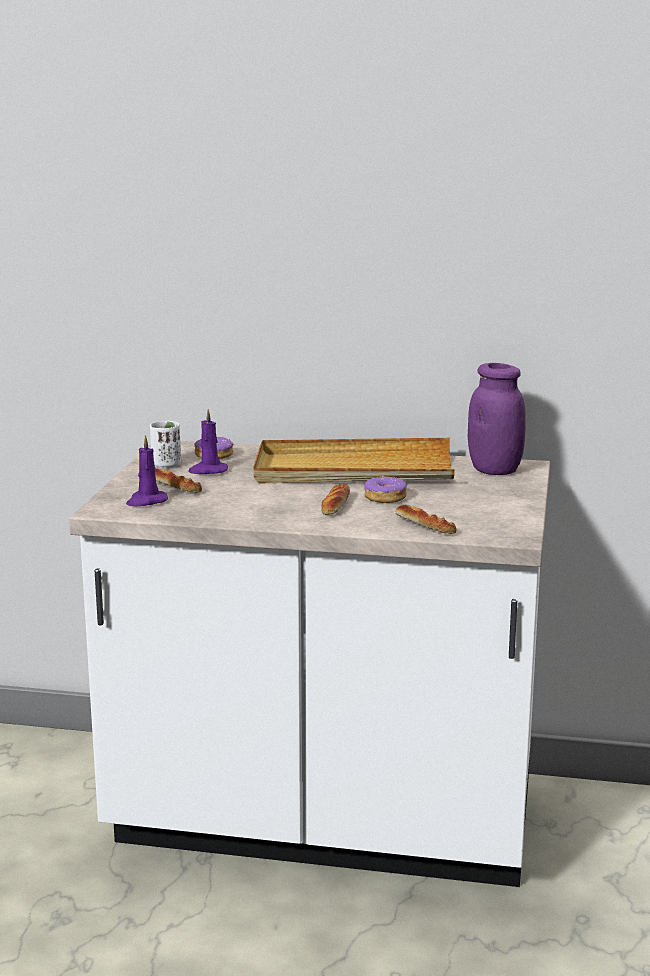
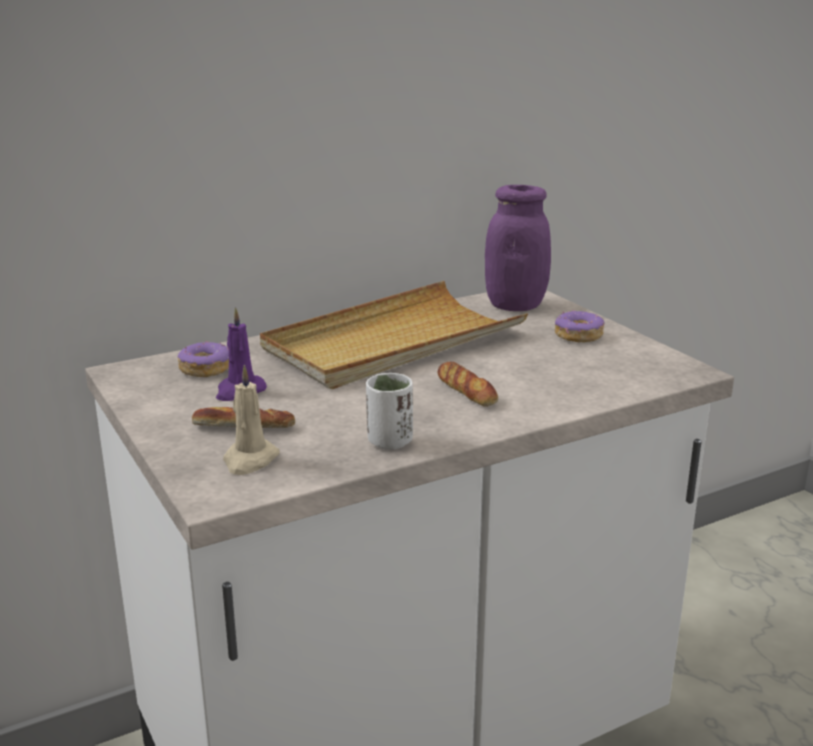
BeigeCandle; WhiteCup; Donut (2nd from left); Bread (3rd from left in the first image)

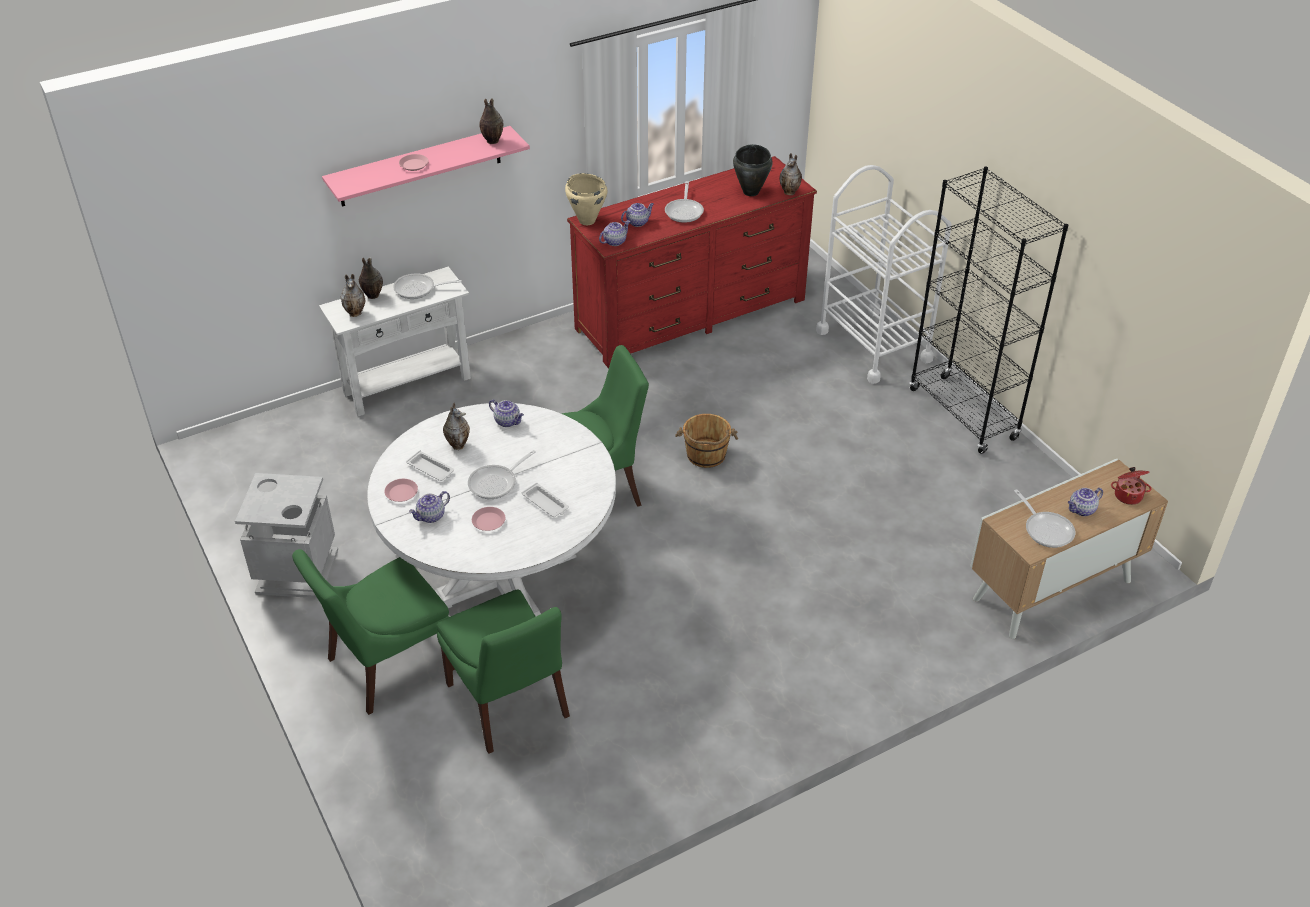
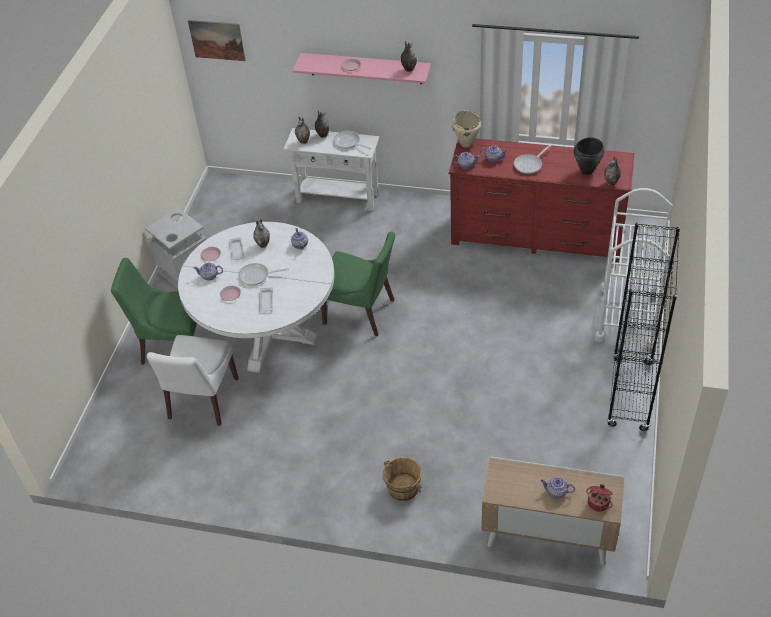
WhiteChair; BrownBucket; FryingPan (4th from left in the first image); Picture

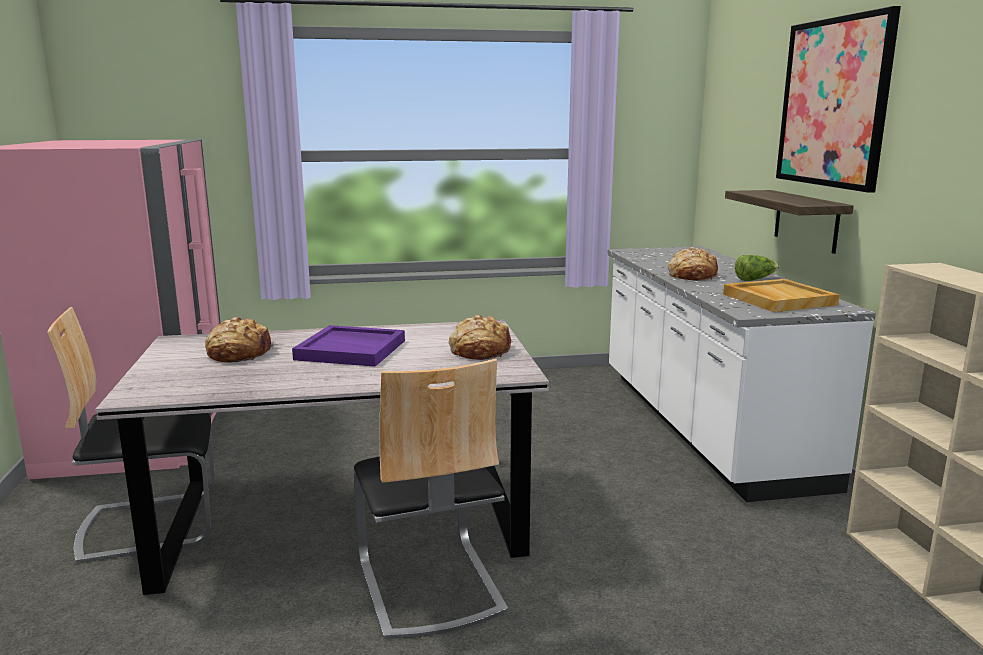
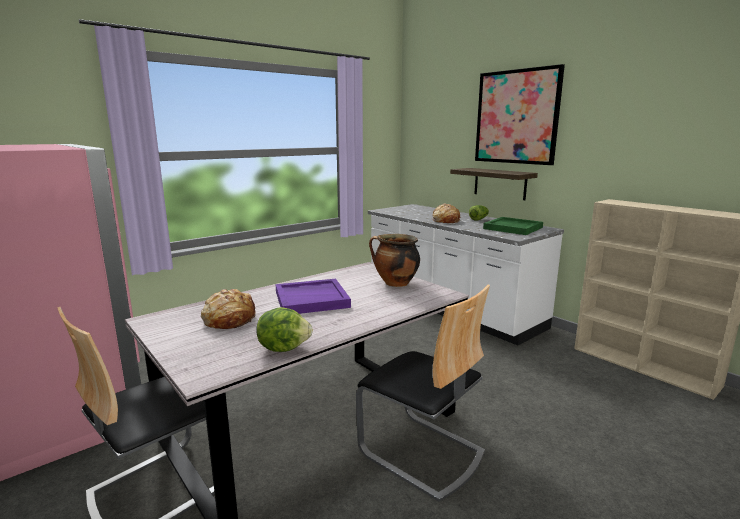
CookingPot; GreenTray; Lettuce (1st from left)

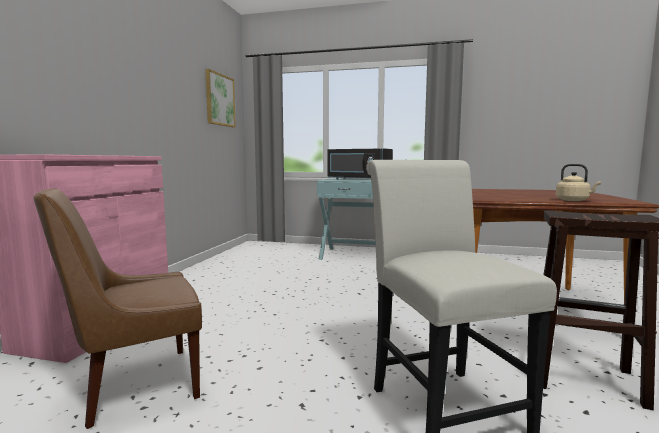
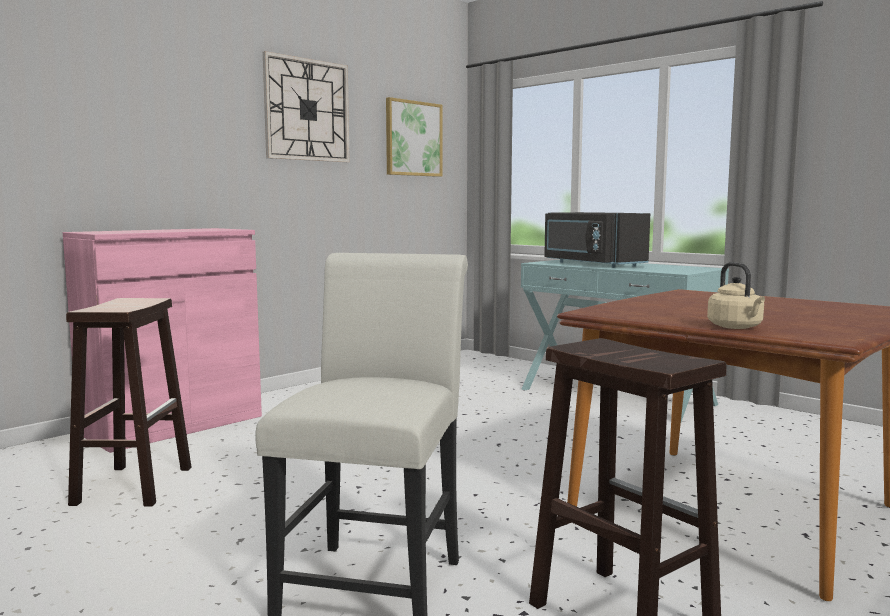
BrownStool (1st from left); WallClock

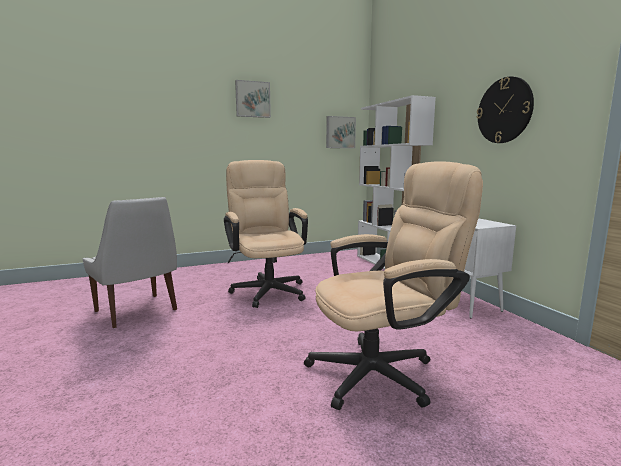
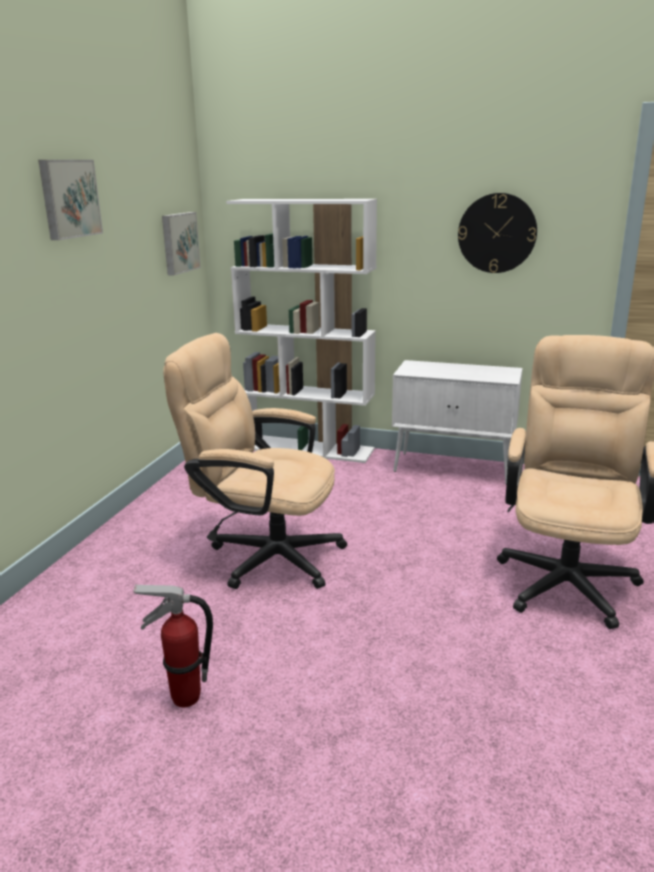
FireExtinguisher

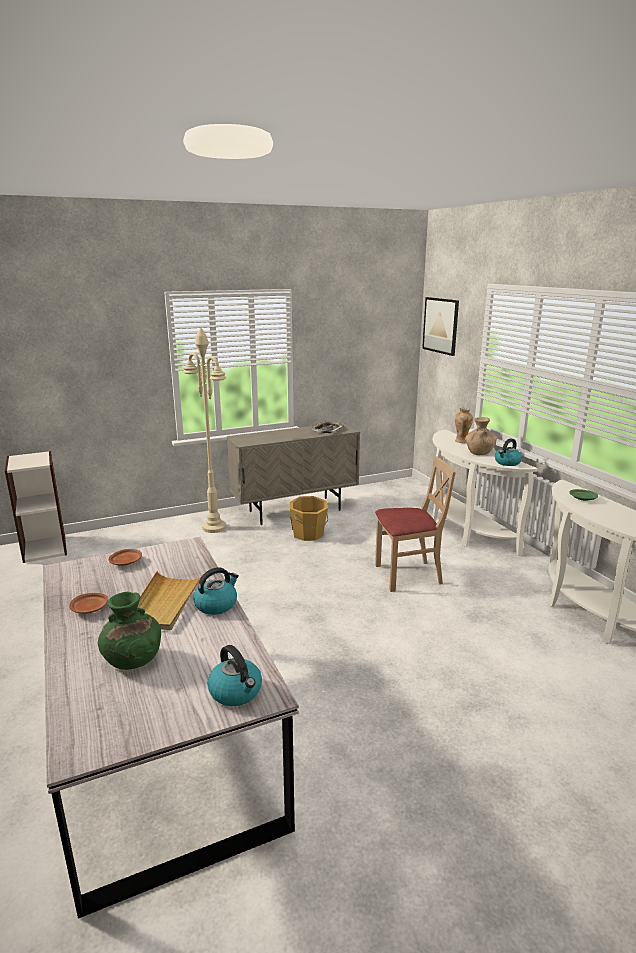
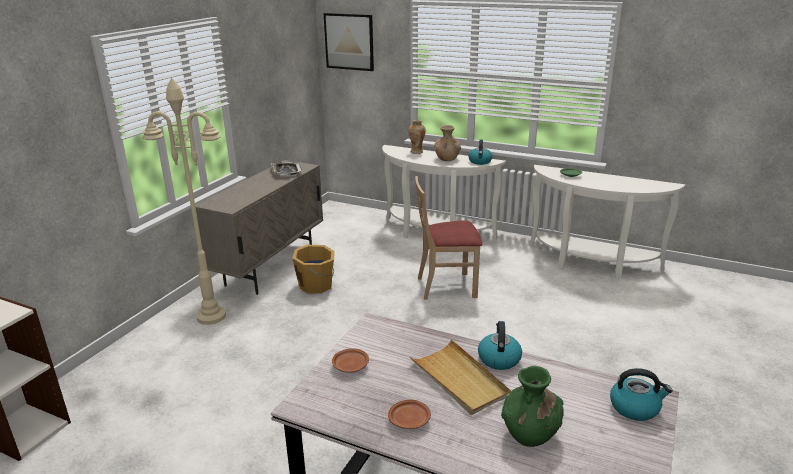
BeigeChair

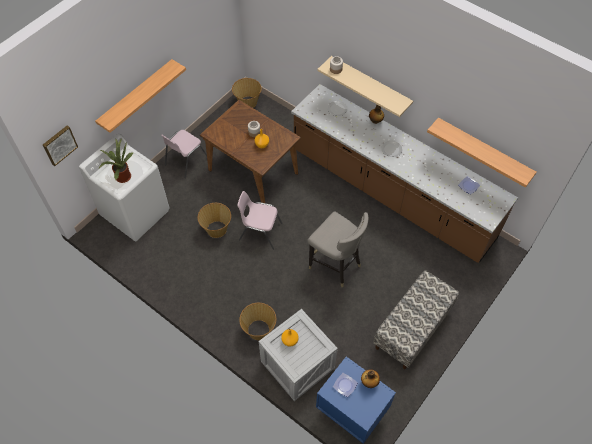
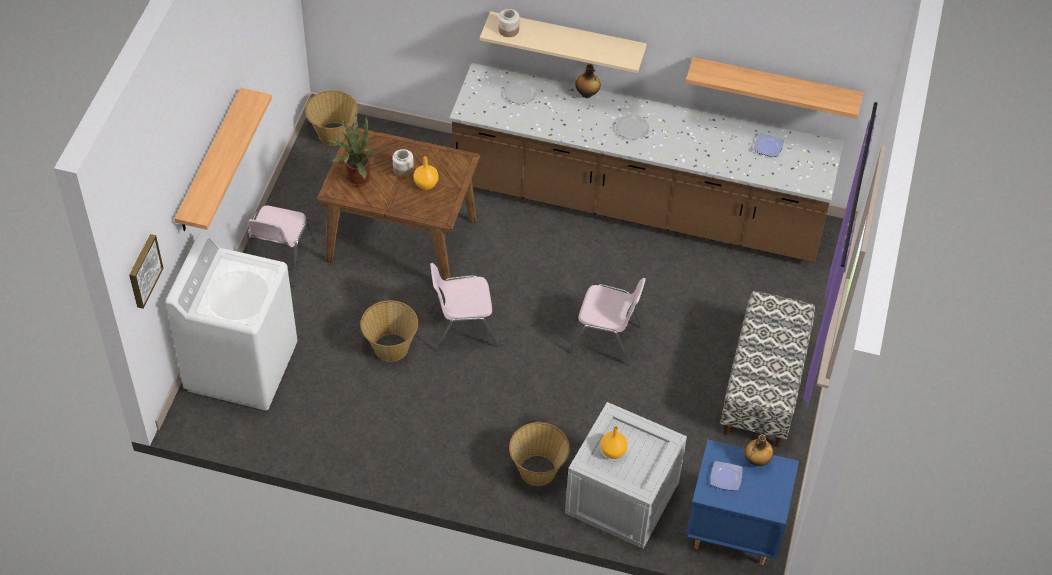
PottedPlant; PinkChair (3rd from left)

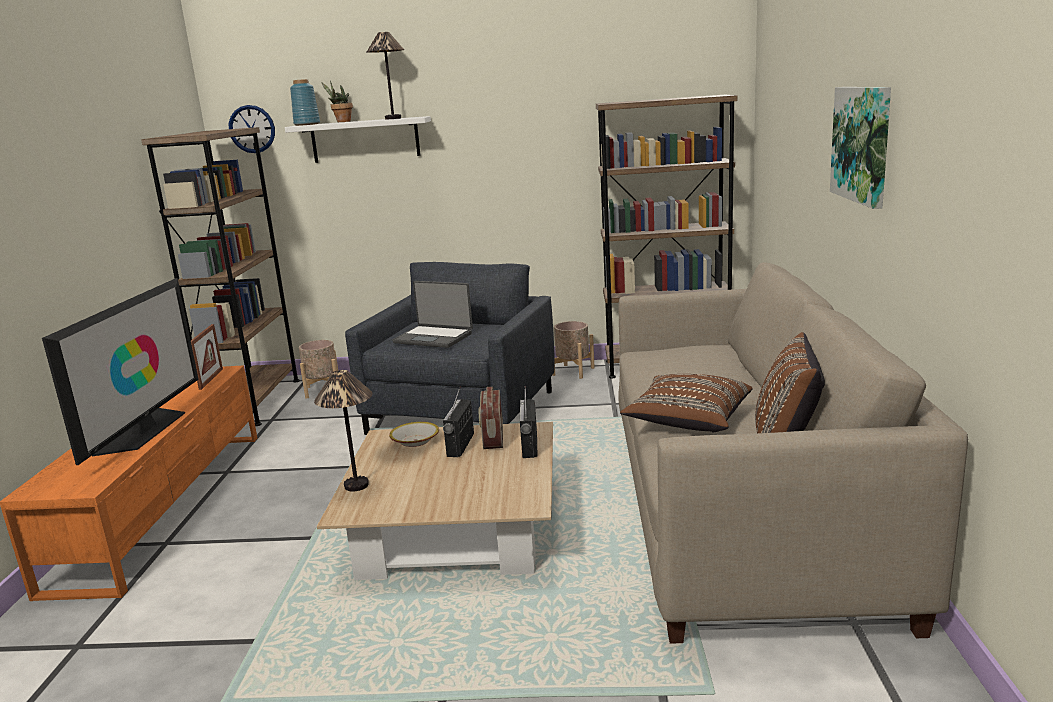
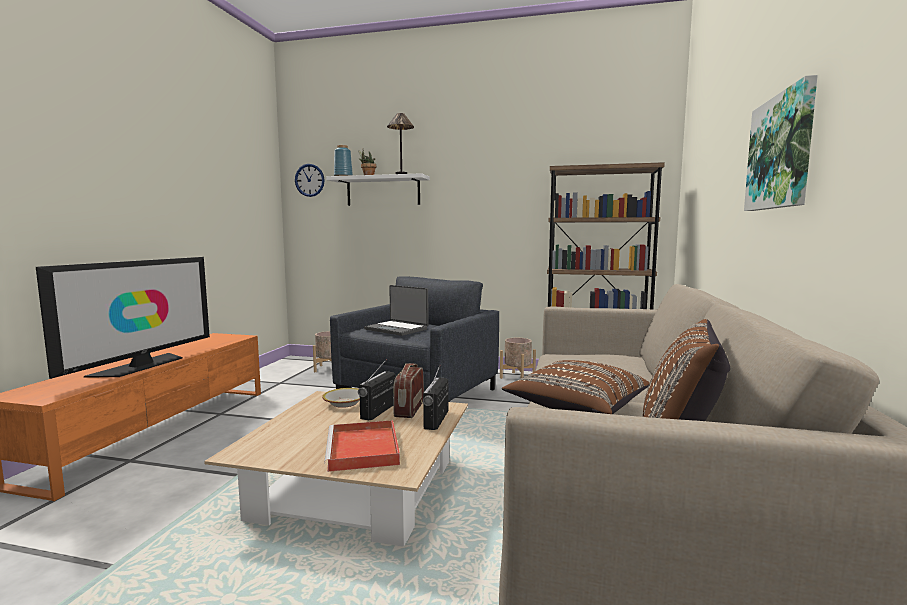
BrownBookcase (1st from left in the first image); PictureFrame; TableLamp (1st from left in the first image); RedTray

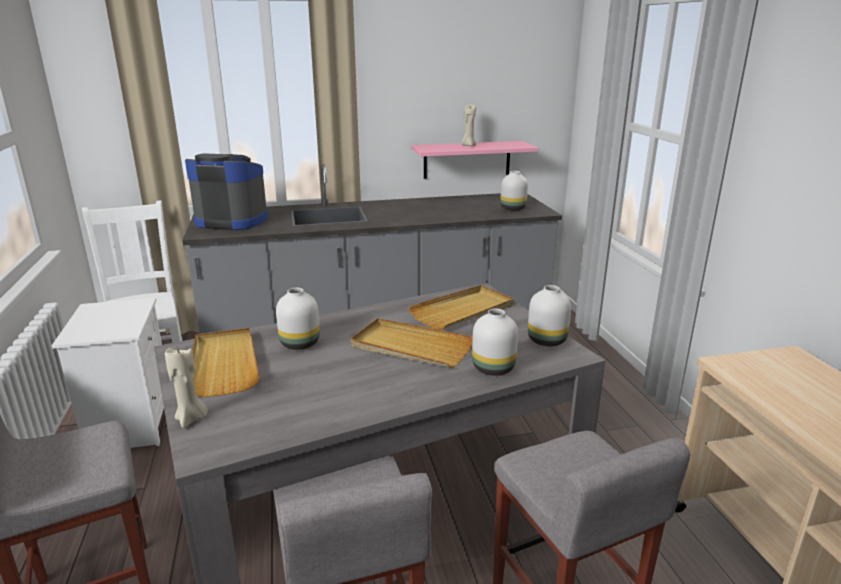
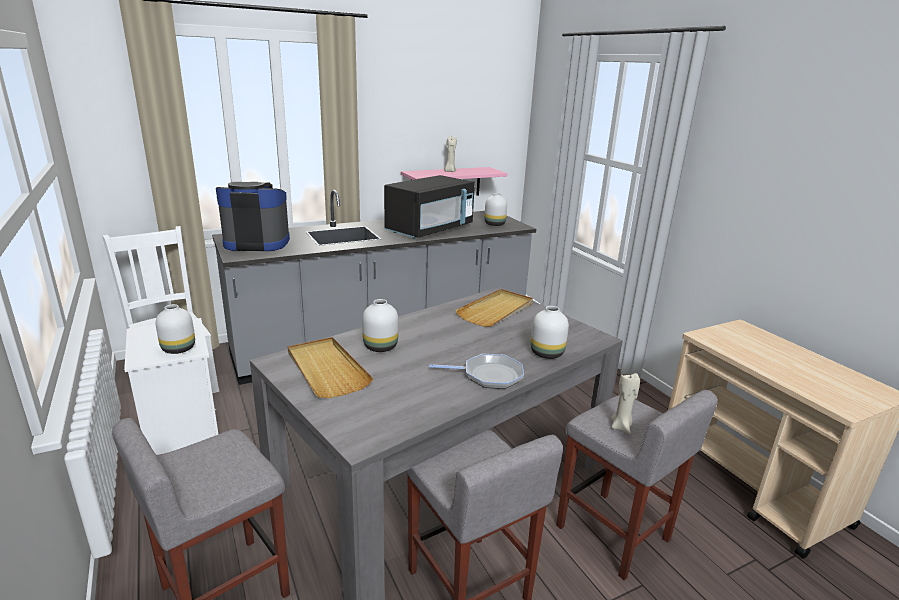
BeigeCandle (2nd from left); BeigeTray (2nd from left in the first image); WhiteVase (1st from left); BlackMicrowave; FryingPan

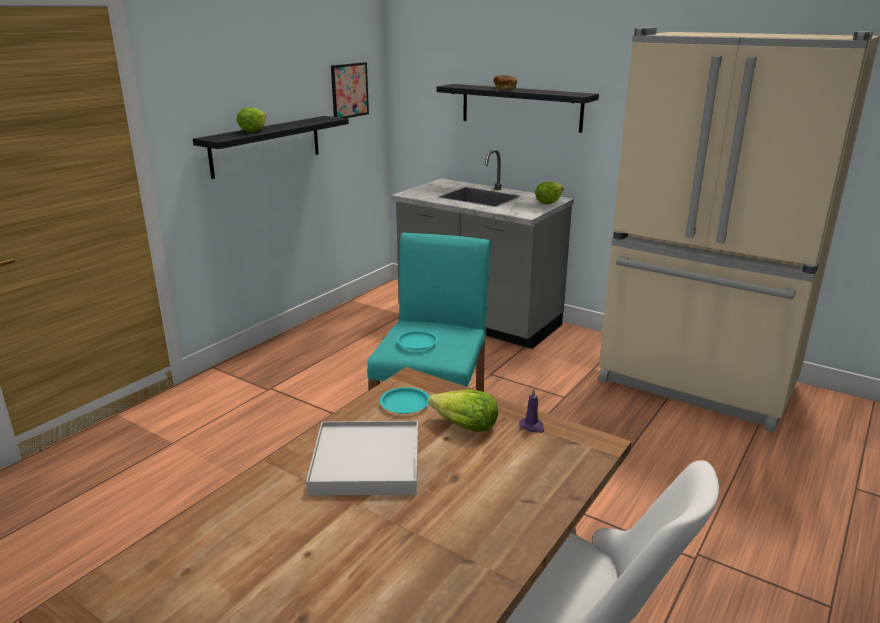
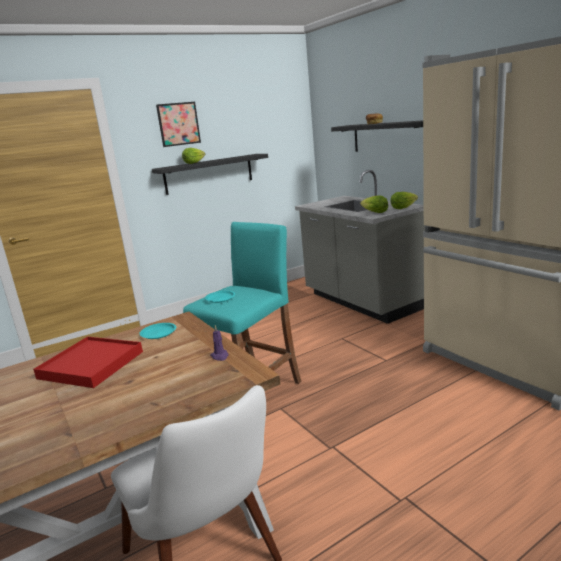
RedTray; Picture; Lettuce (2nd from left)

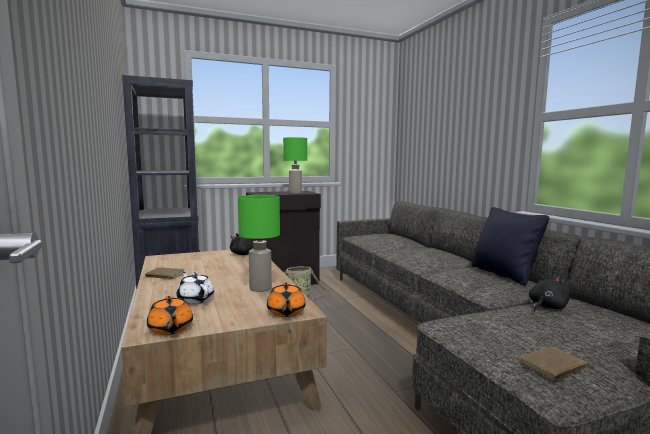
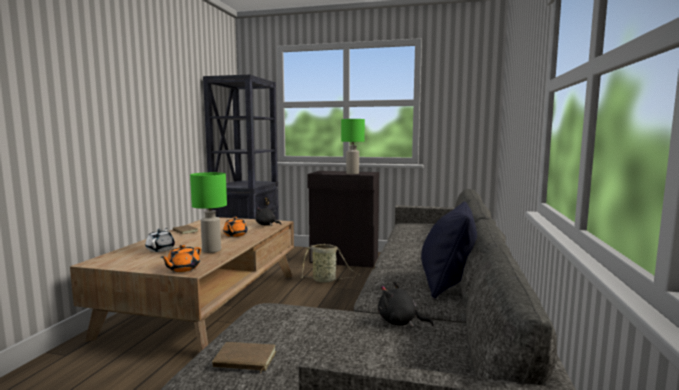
OrangeTeapot (2nd from left); BlackPlushToy (2nd from left)

